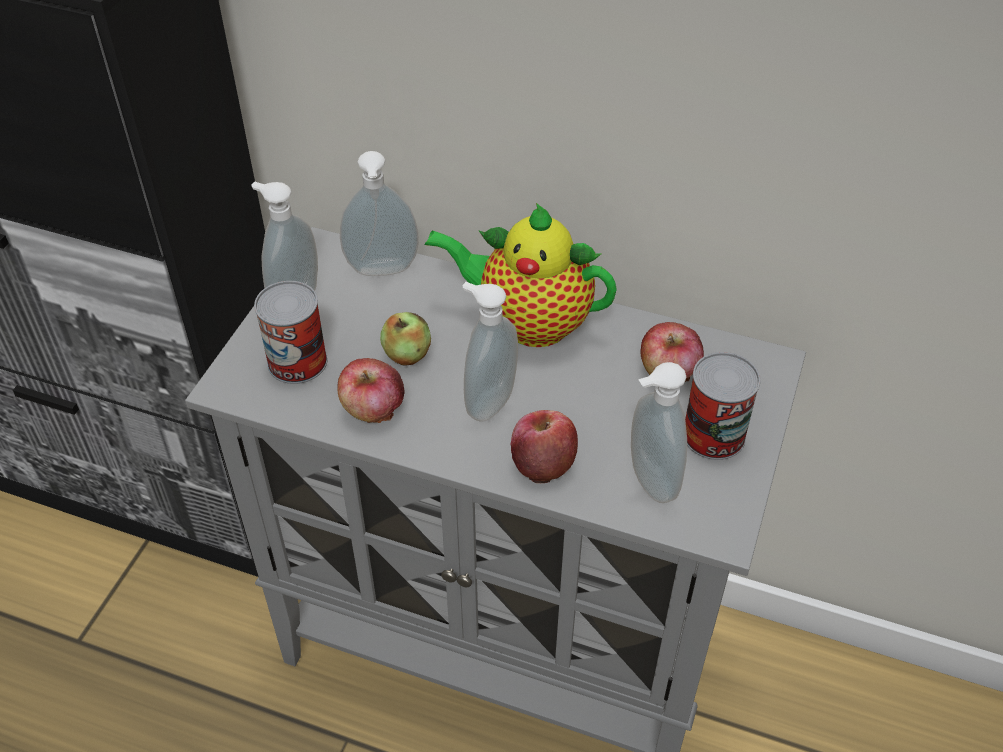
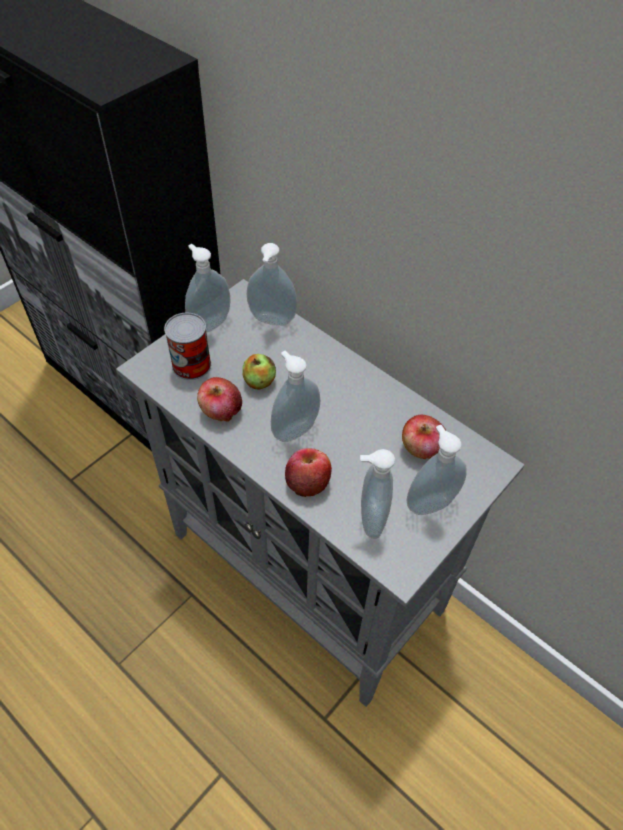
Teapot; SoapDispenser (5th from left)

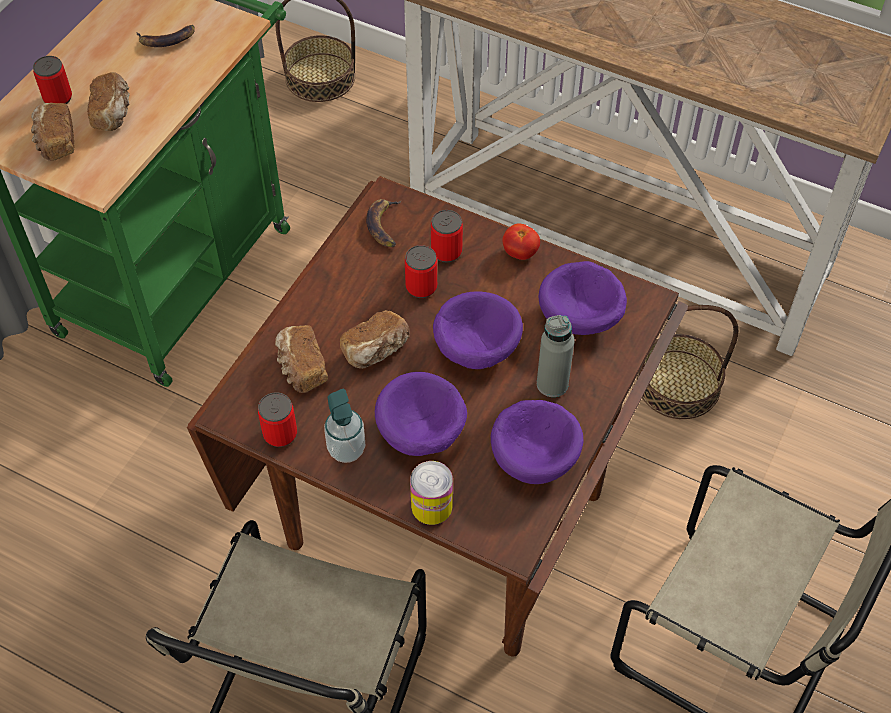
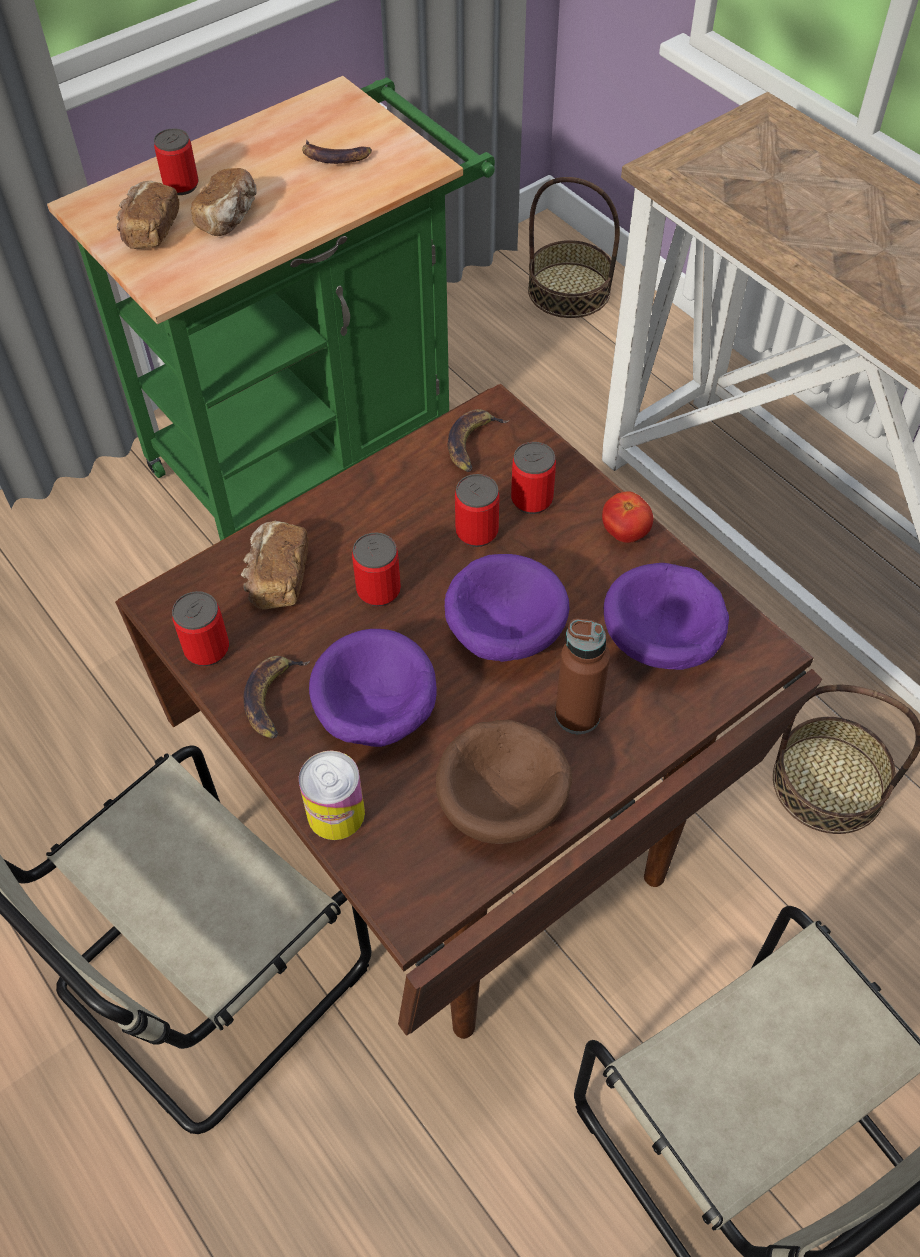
Banana (1st from left); Can (4th from left); BrownBowl; BrownBottle

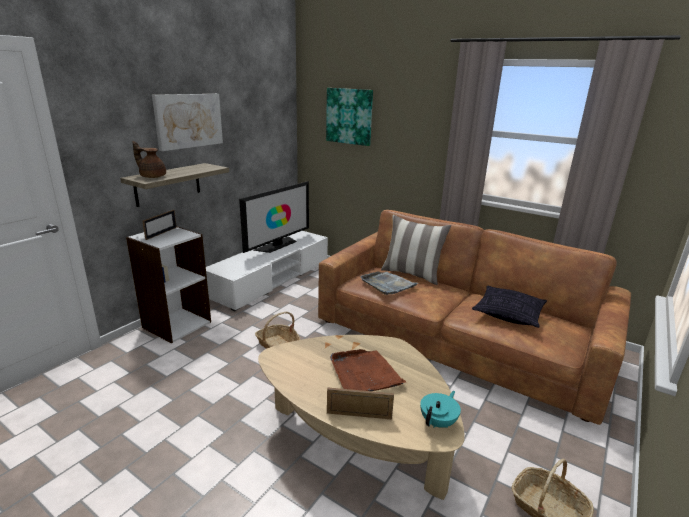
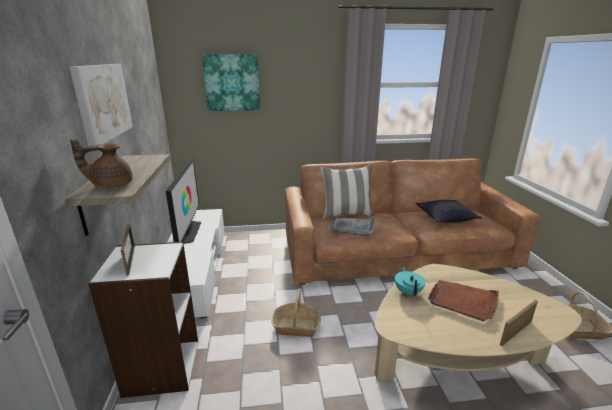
TurquoiseTeapot

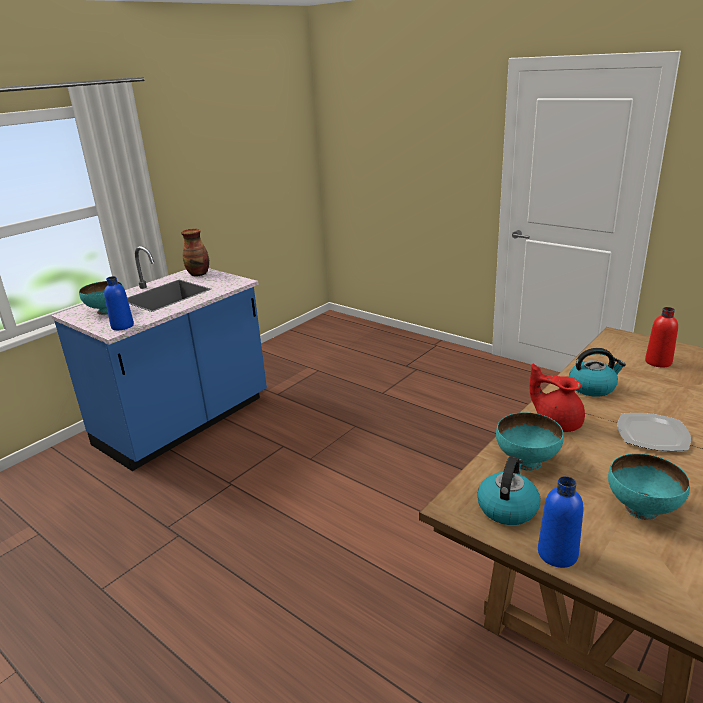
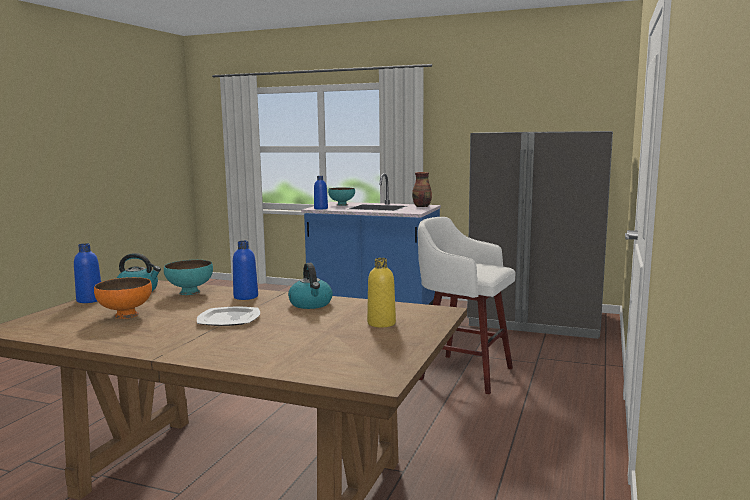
BlueBottle (2nd from left); OrangeBowl; YellowBottle; WhiteStool; GreyFridge

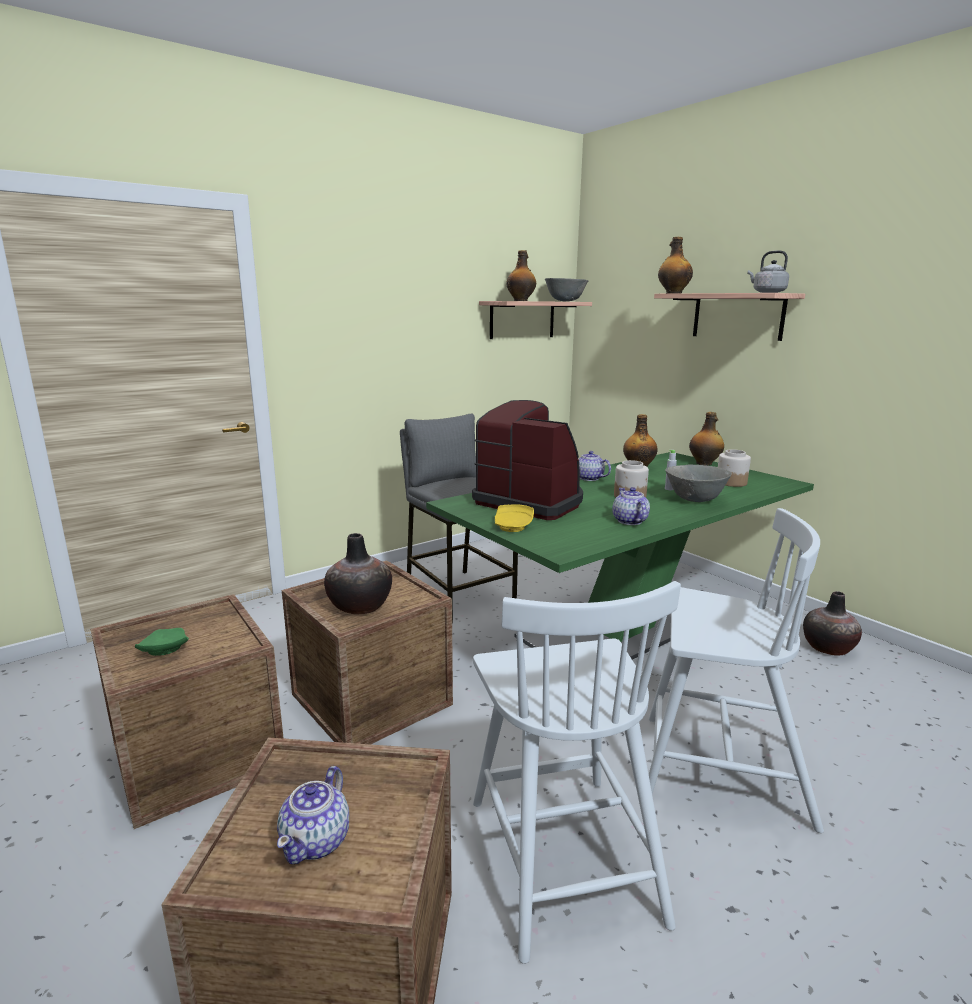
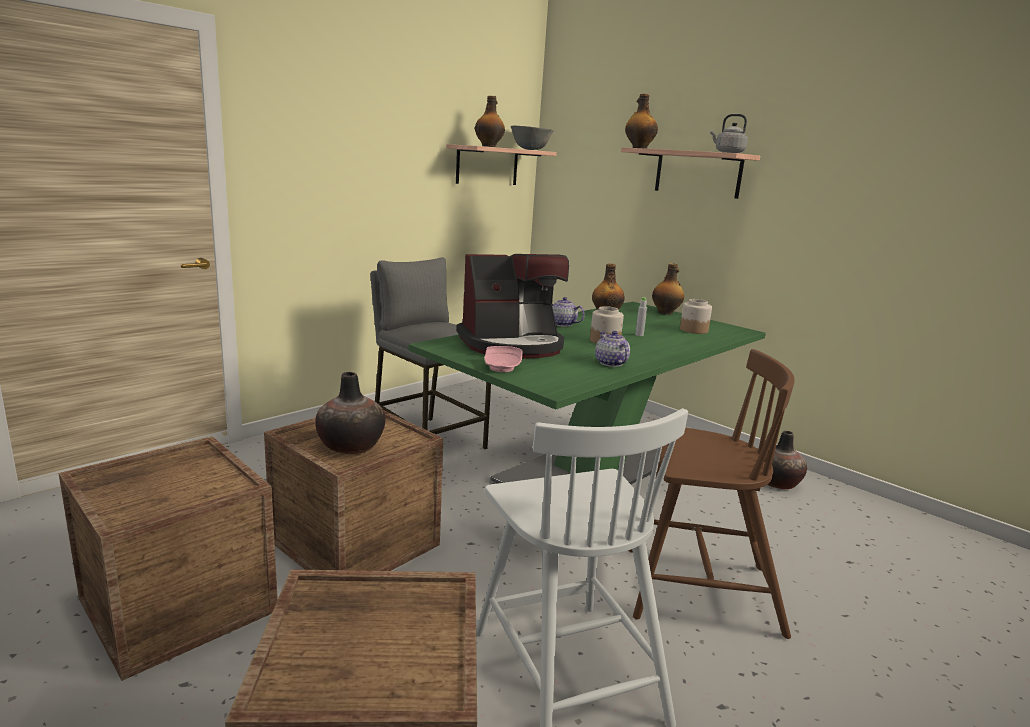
GreenPlate; Teapot (1st from left in the first image); CoffeeMachine; PinkPlate; BrownChair; GreyBowl (2nd from left in the first image)

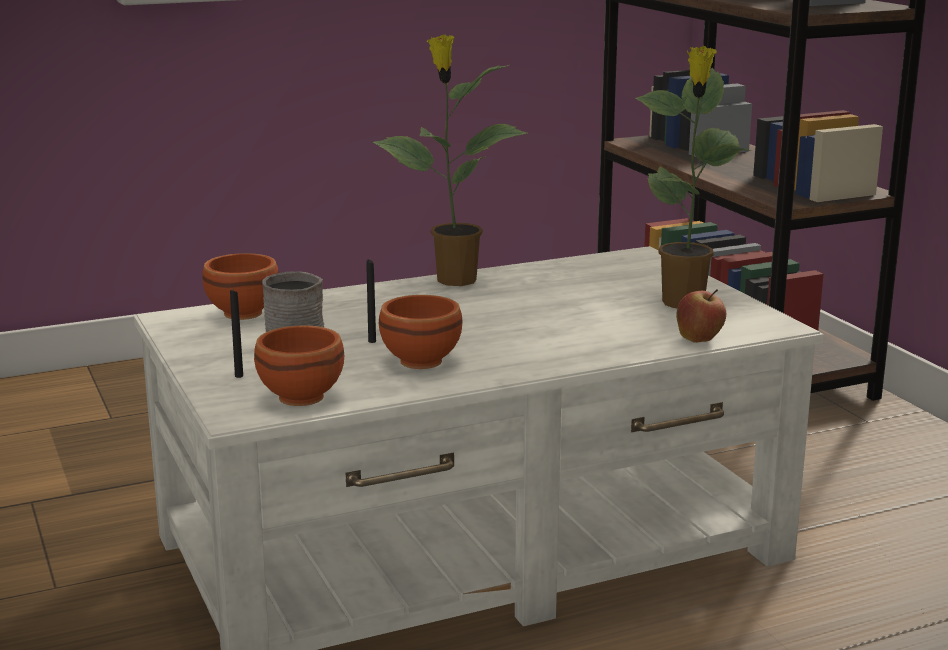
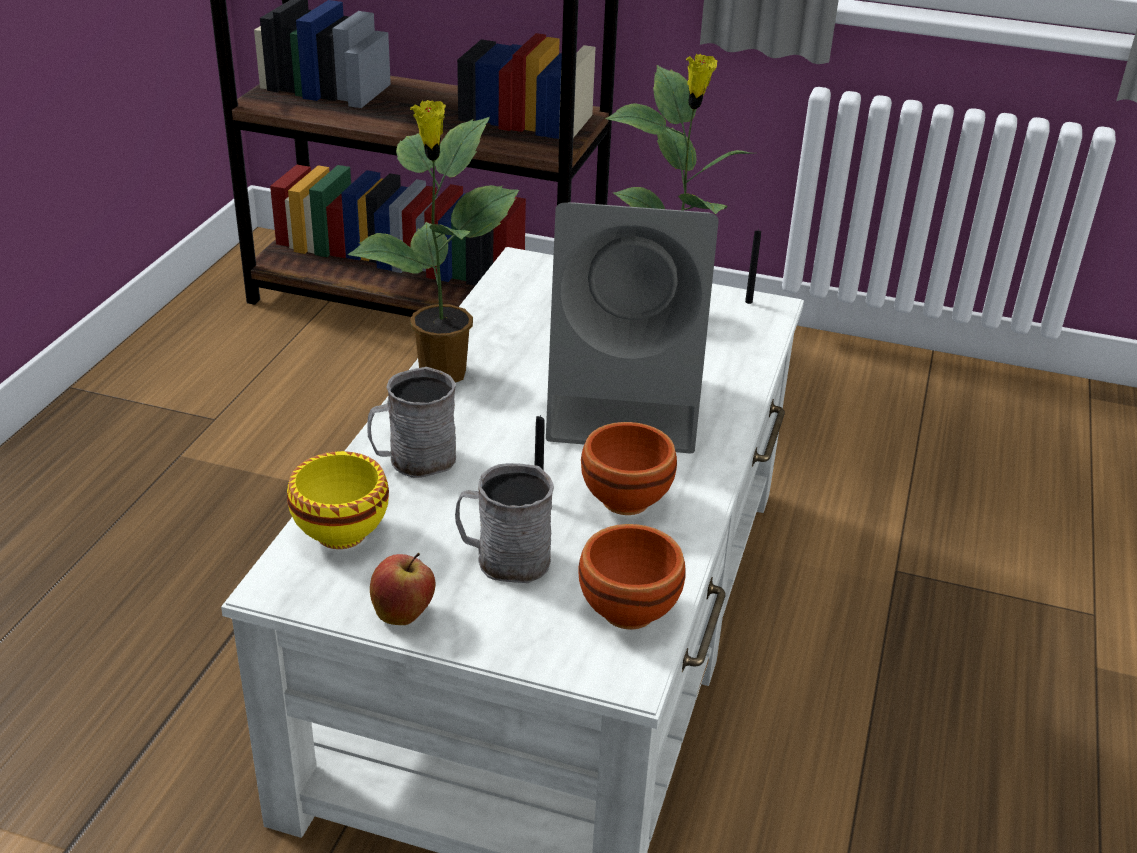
YellowBowl; BlackCandle (2nd from left); Apple; GreyMug (1st from left); GreySpeaker

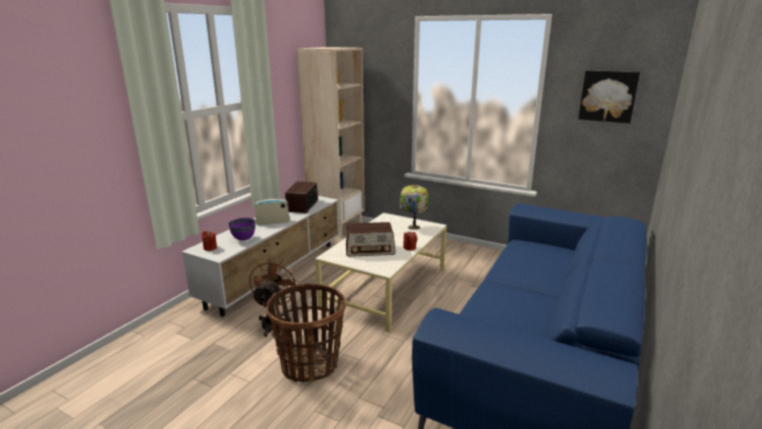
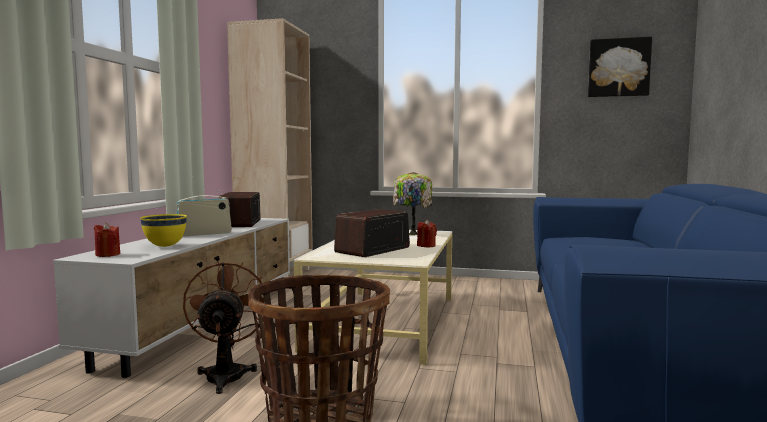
YellowBowl; Radio (3rd from left)

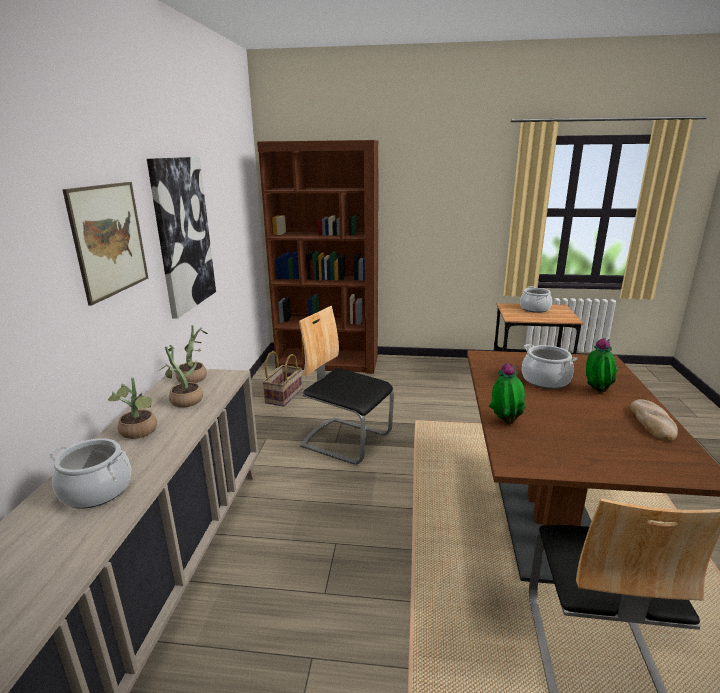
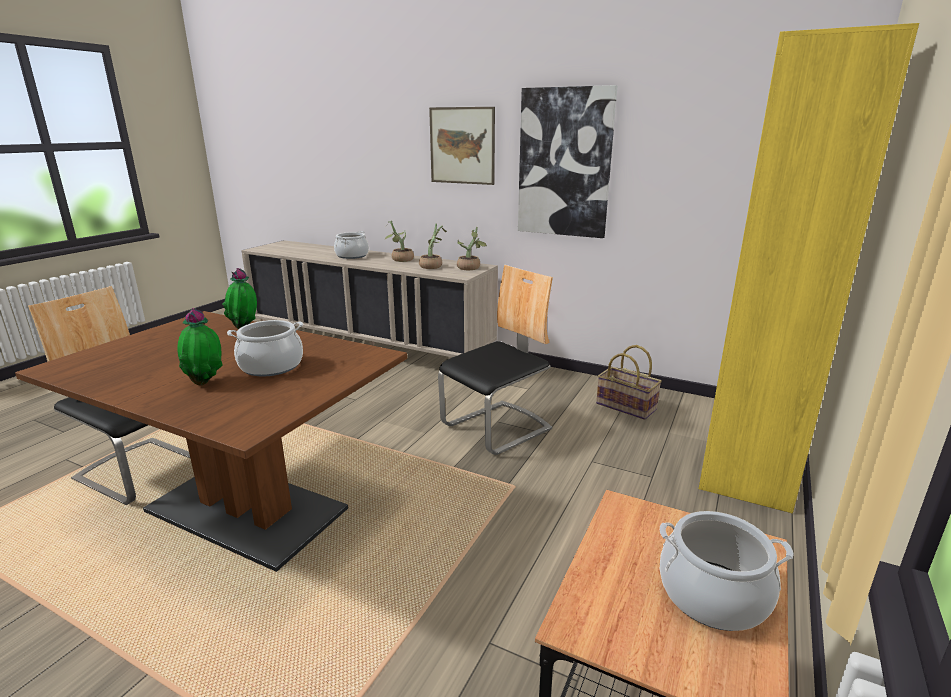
YellowBookcase; Bread

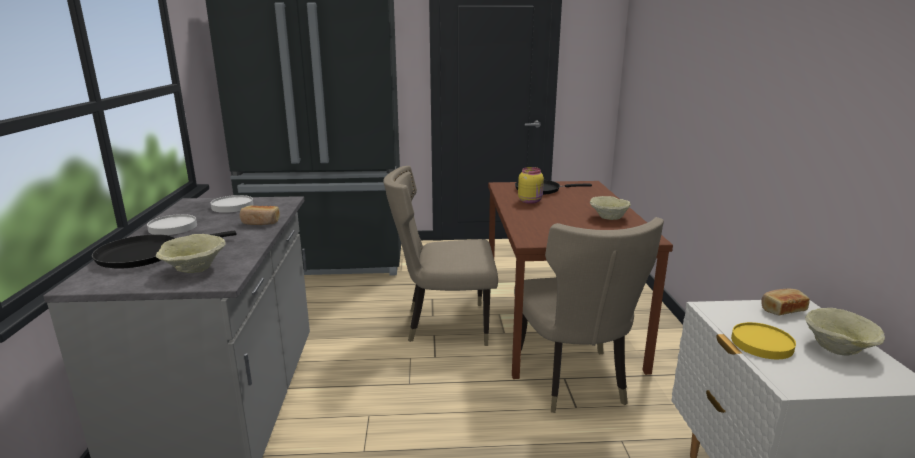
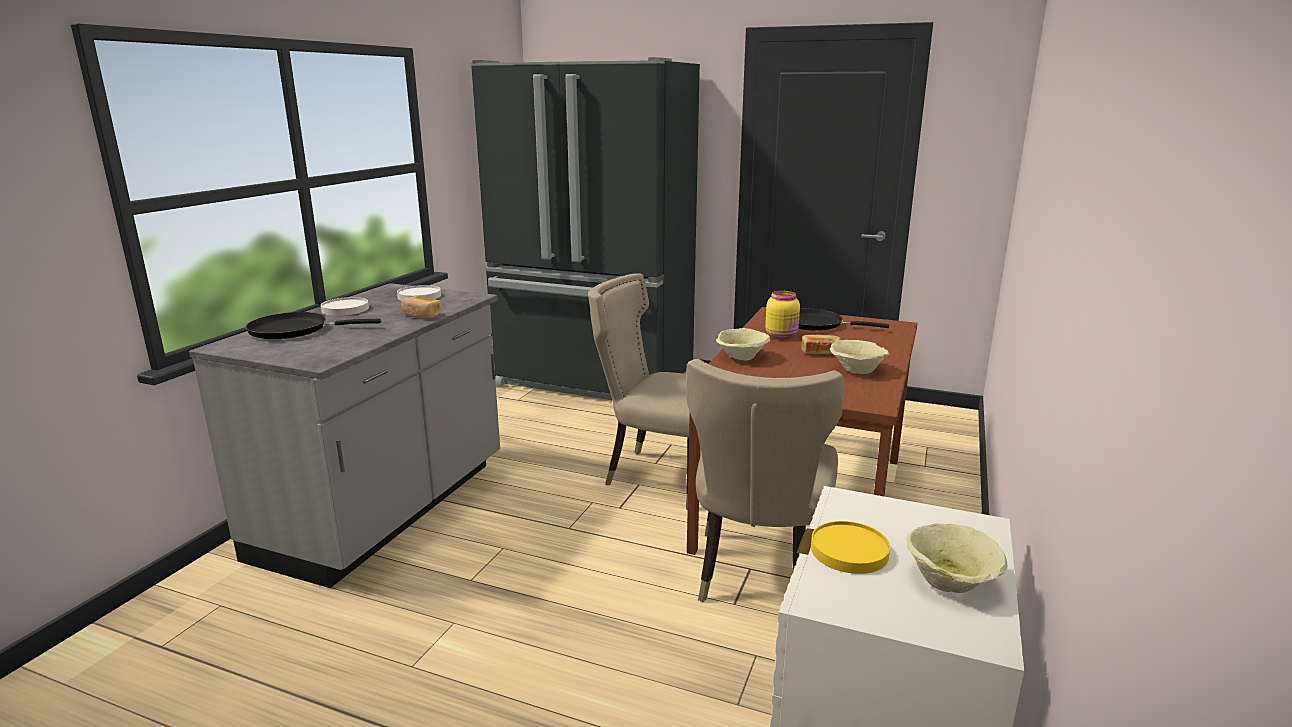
BeigeBowl (1st from left); Bread (2nd from left)

